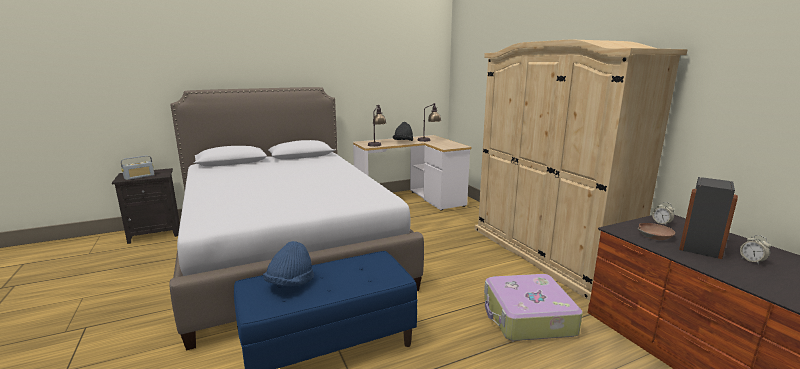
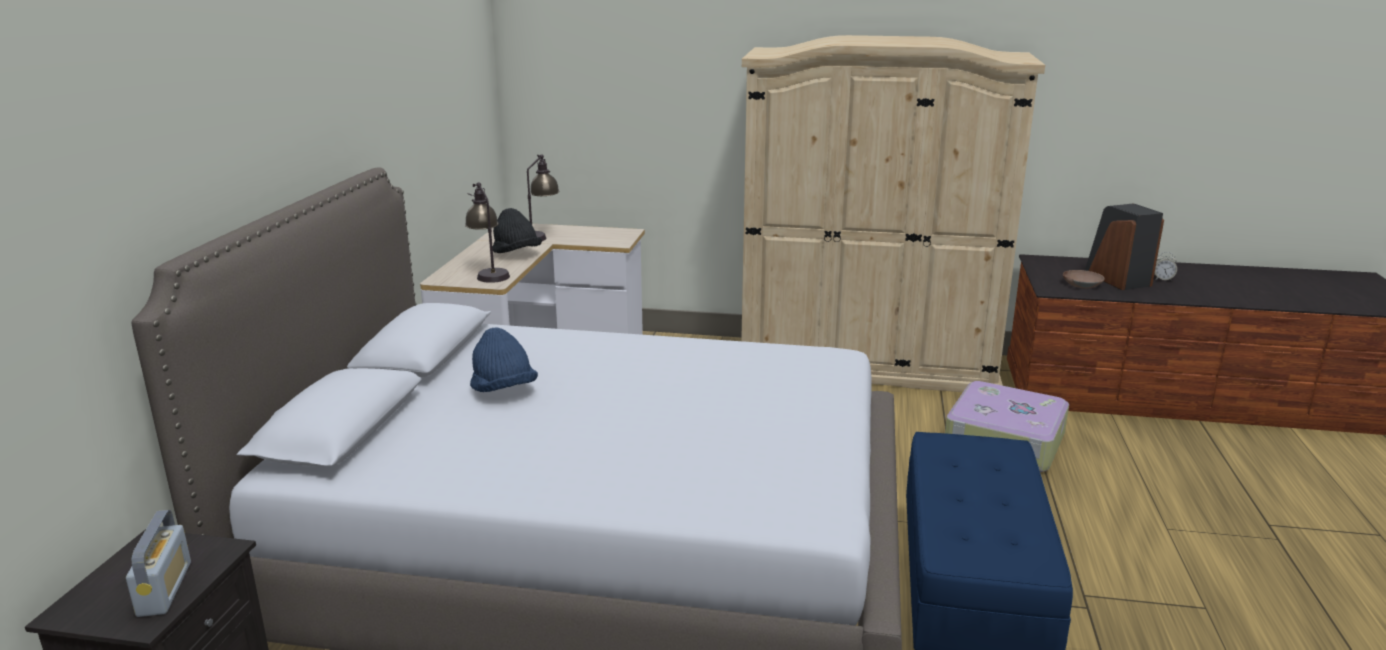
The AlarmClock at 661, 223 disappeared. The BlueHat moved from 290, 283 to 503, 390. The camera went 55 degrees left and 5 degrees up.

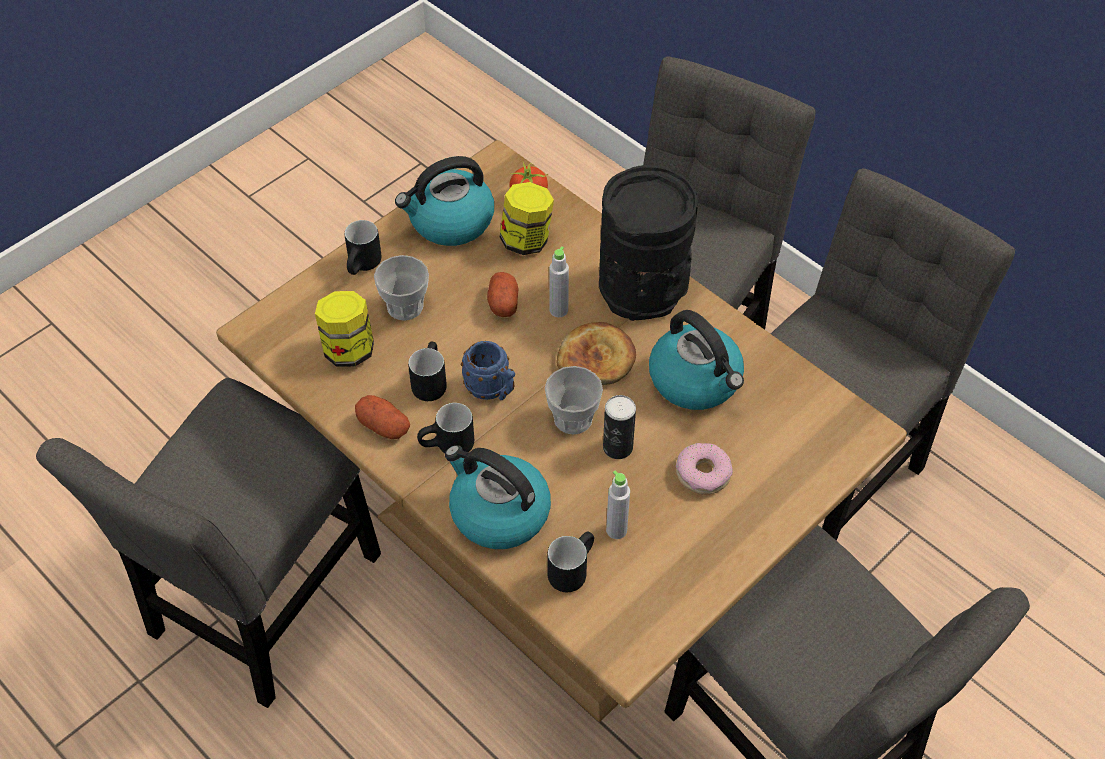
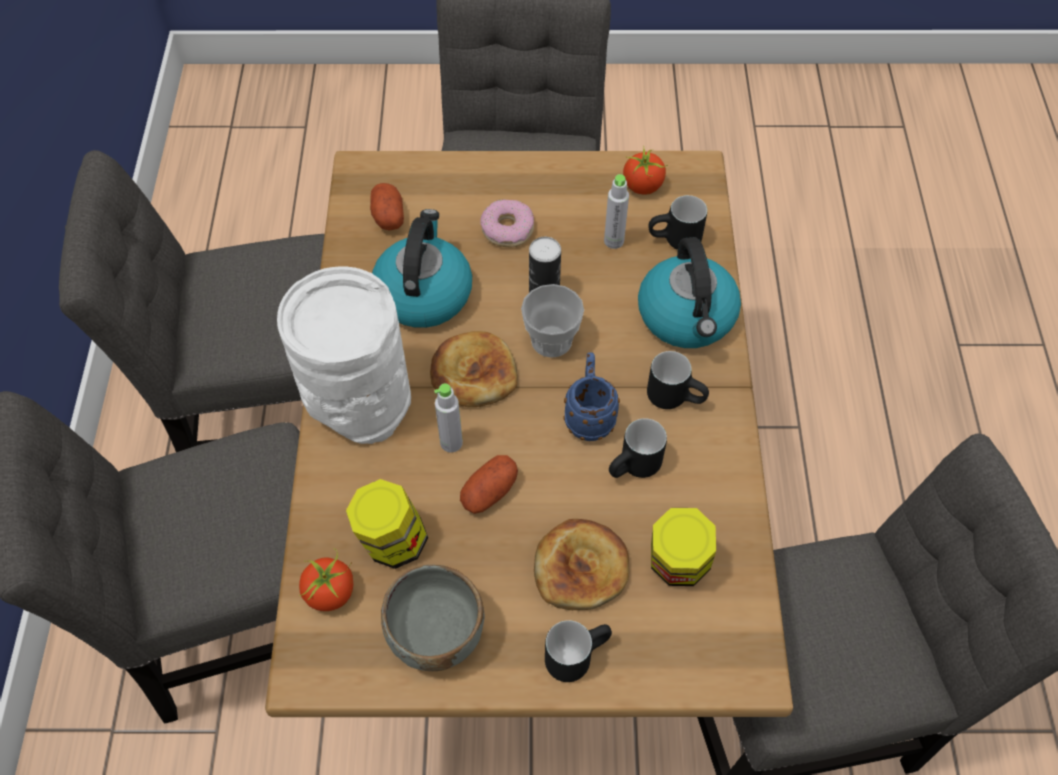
The TeaKettle at 450, 222 was replaced by the GreyishServingBowl at 436, 634. The BlackColouredDecorativeVase at 644, 288 became the WhiteColouredDecorativeVase at 357, 401. The SmallCup at 405, 306 was replaced by the BakeryBread at 581, 567. The WholePotato moved from 384, 426 to 388, 215. The Tomato at 643, 186 appeared. The camera went 135 degrees left and 5 degrees up.

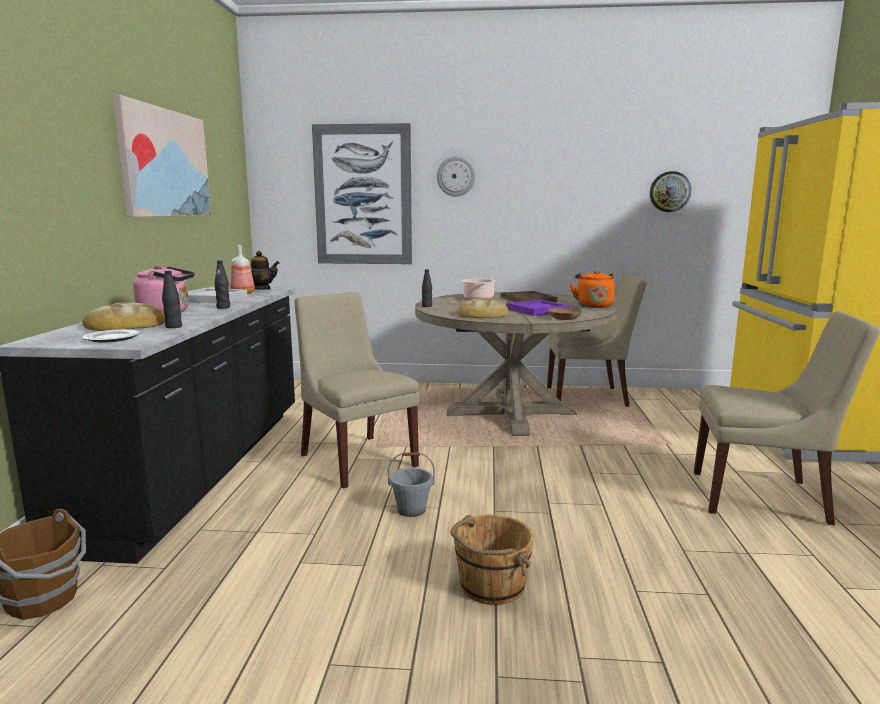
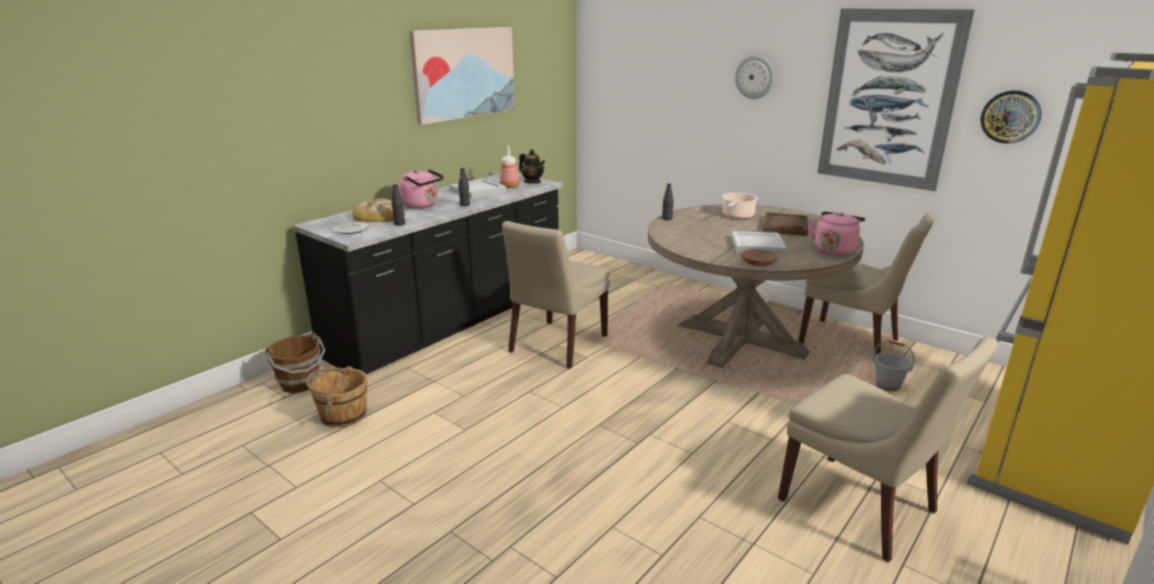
The WallArt moved from 363, 195 to 888, 99. The OrangeTeaKettle at 593, 305 became the PinkishTeaKettle at 834, 249. The BeigeChair at 356, 459 turned 150 degrees counterclockwise. The BakeryBread at 483, 314 disappeared. The PurpleColouredCarryingTray at 536, 310 became the WhiteColouredCarryingTray at 756, 245. The GreyishWaterBucket moved from 412, 509 to 888, 385. The BrownWaterBucket moved from 490, 585 to 342, 414. The camera went 35 degrees right and 10 degrees up.

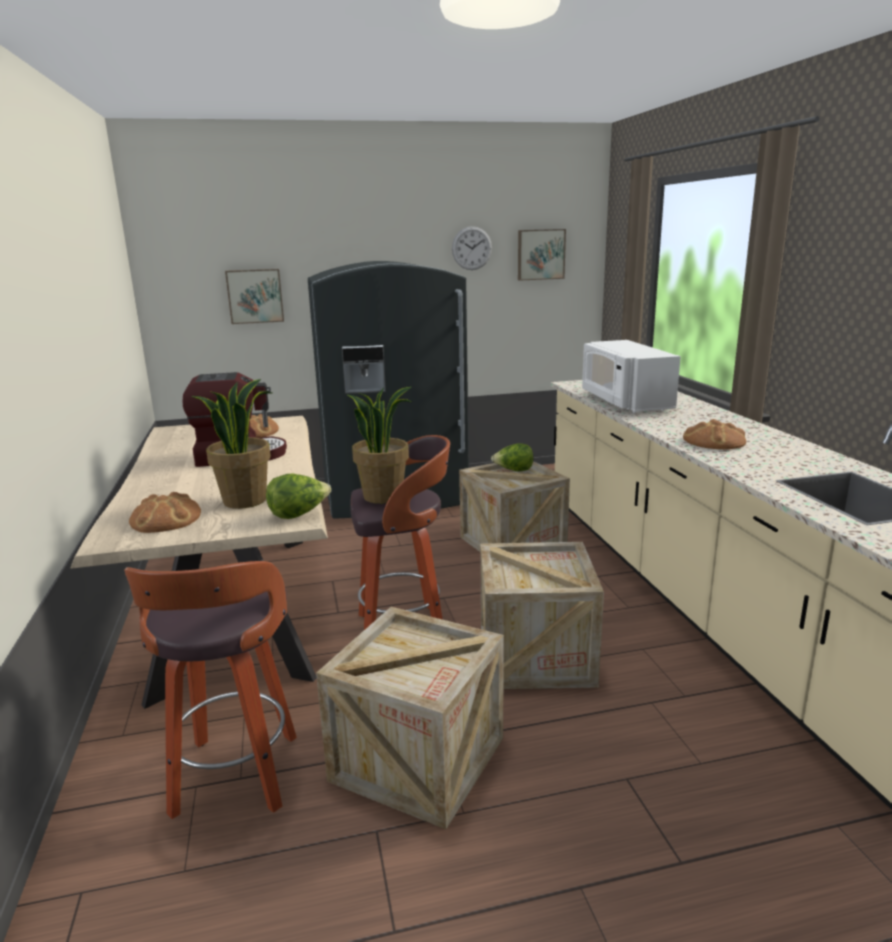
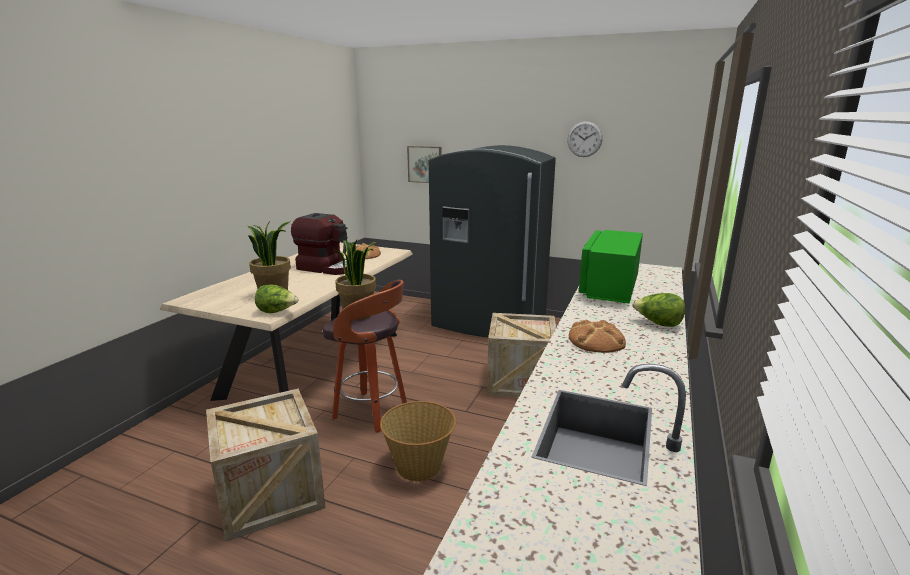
The WallArt at 540, 254 disappeared. The WhiteColouredMicrowave at 625, 402 became the GreenColouredMicrowave at 609, 288. The LettuceHead moved from 513, 471 to 657, 324. The BakeryBread at 166, 519 disappeared. The Crate at 535, 655 was replaced by the Basket at 419, 466. The SittingStool at 235, 778 disappeared. The camera went 35 degrees right and 0 degrees up.

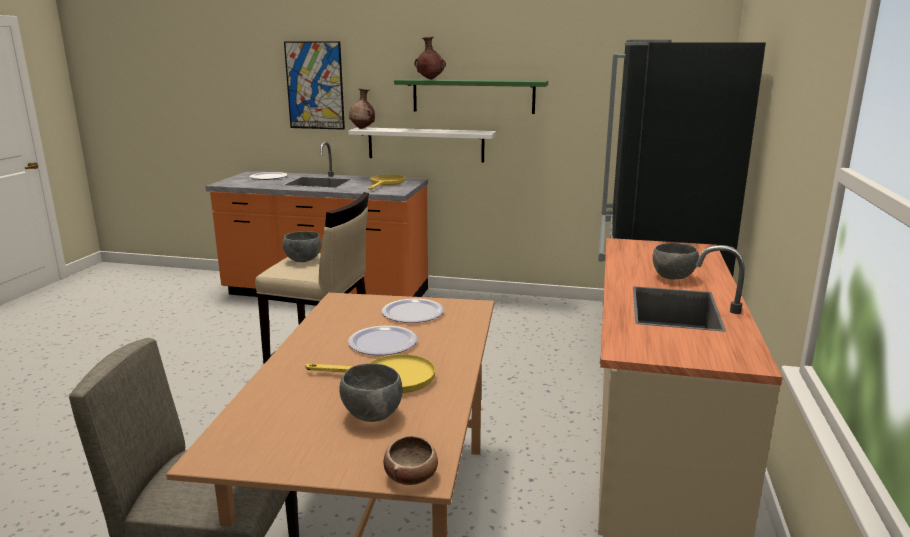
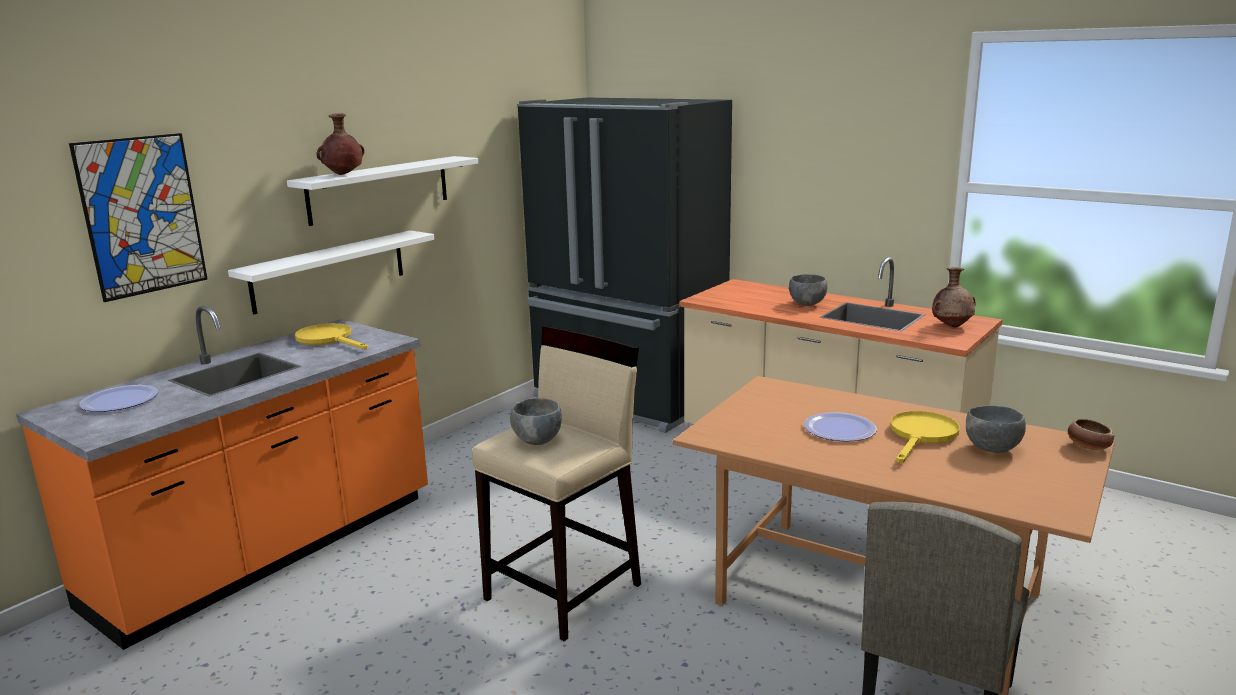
The GreenColouredBracketShelf at 473, 96 became the WhiteColouredBracketShelf at 379, 189. The BrownDecorativeVase moved from 363, 128 to 952, 326. The DinnerPlate at 413, 312 disappeared. The camera went 65 degrees left and 0 degrees up.

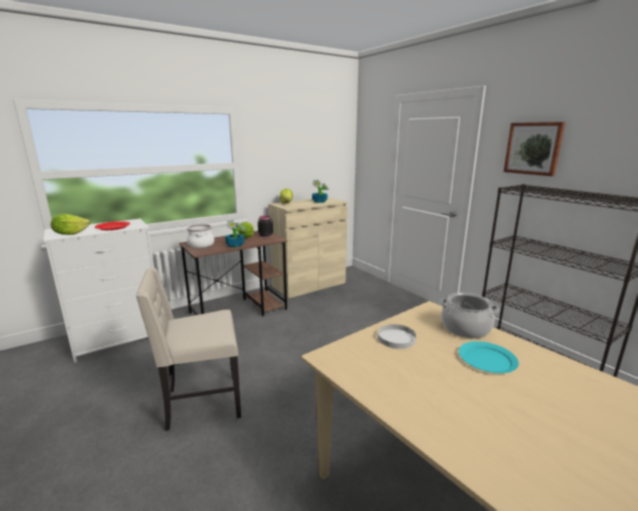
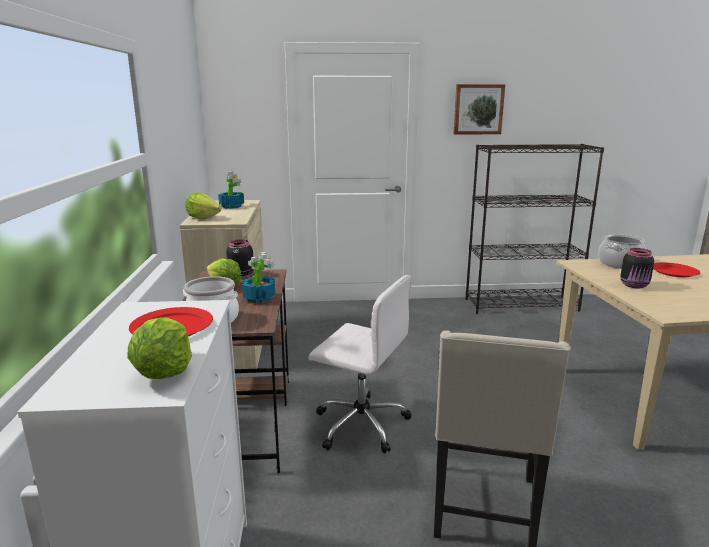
The WhiteColouredDinnerPlate at 396, 338 was replaced by the BlackColouredPreserveJar at 634, 285. The TurquoiseColouredDinnerPlate at 486, 359 became the ReddishDinnerPlate at 673, 272. The WhiteColouredOfficeChair at 360, 424 appeared. The camera went 60 degrees left and 0 degrees up.

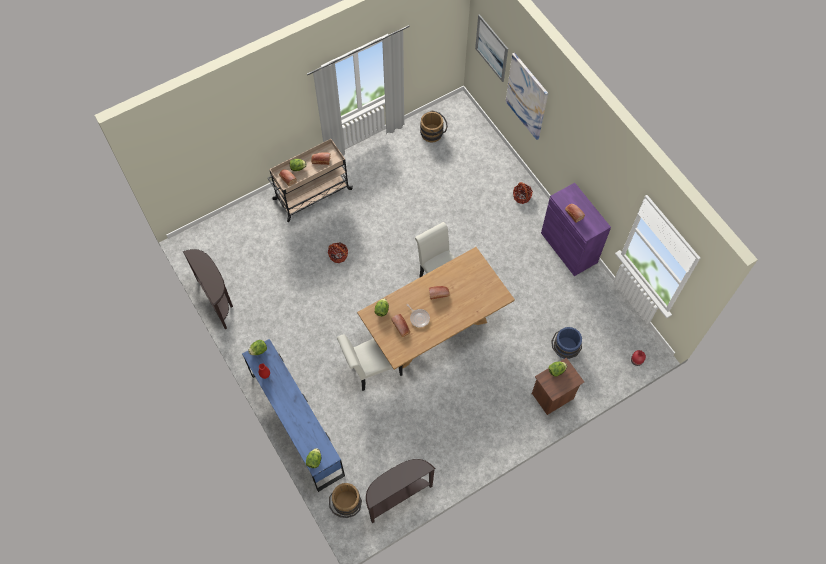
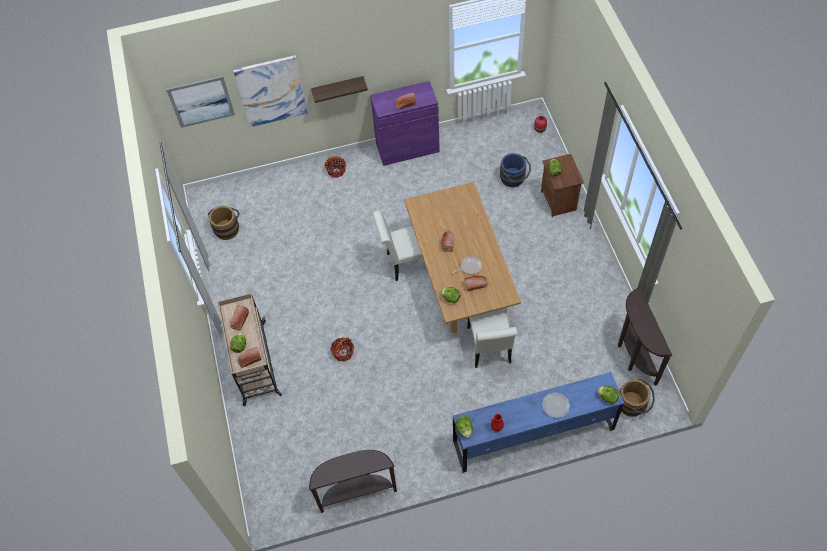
The BracketShelf at 338, 88 appeared. The DinnerPlate at 555, 405 appeared. The camera went 70 degrees left and 5 degrees down.

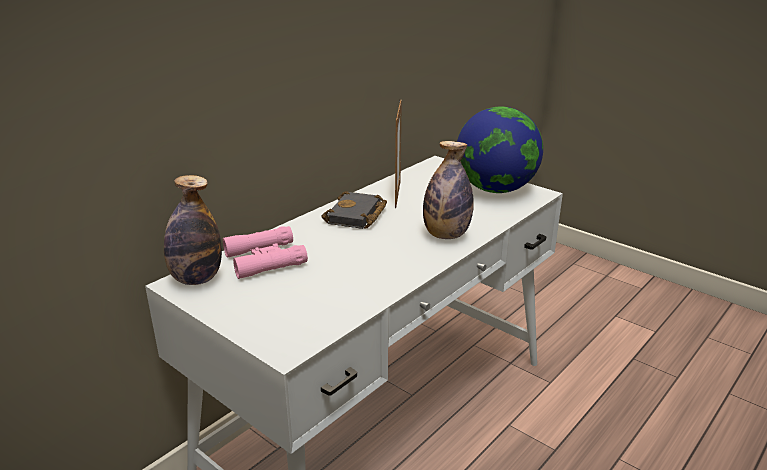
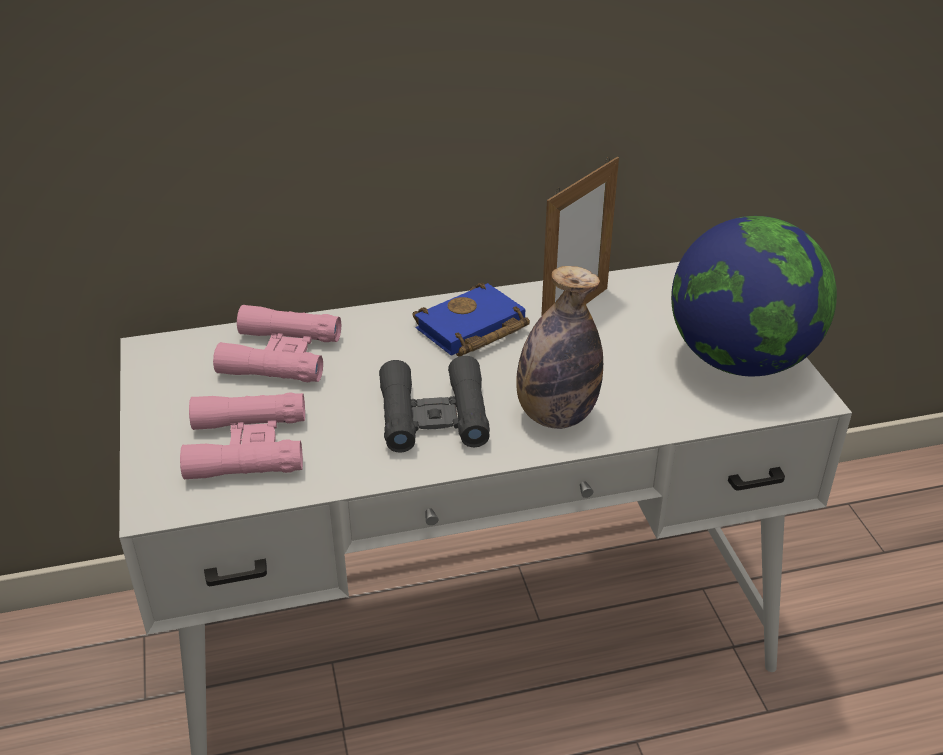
The BeverageBottle at 196, 279 disappeared. The BlackColouredBook at 357, 216 became the BlueBook at 471, 330. The BlackColouredBinoculars at 434, 416 appeared. The PinkishBinoculars at 247, 446 appeared. The camera went 35 degrees right and 10 degrees up.

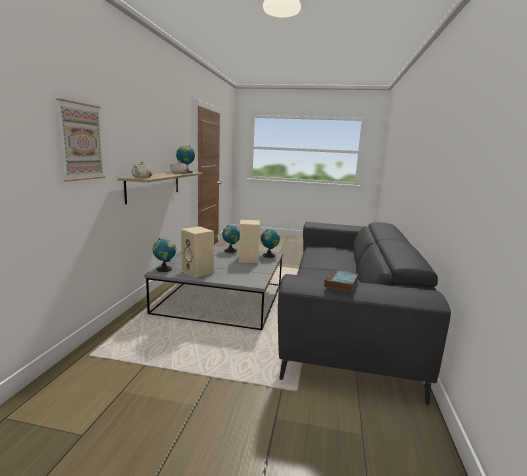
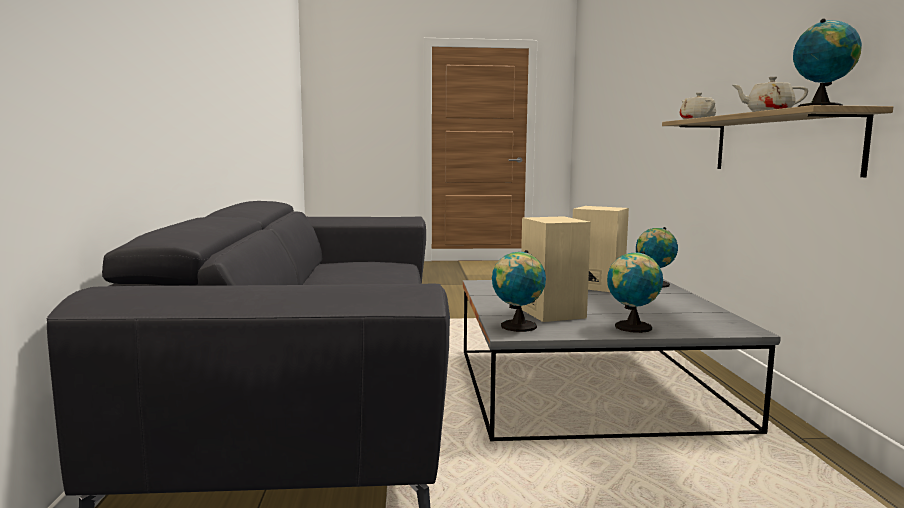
The WallArt at 81, 142 disappeared. The Book at 341, 284 disappeared. The camera went 165 degrees right and 5 degrees down.

